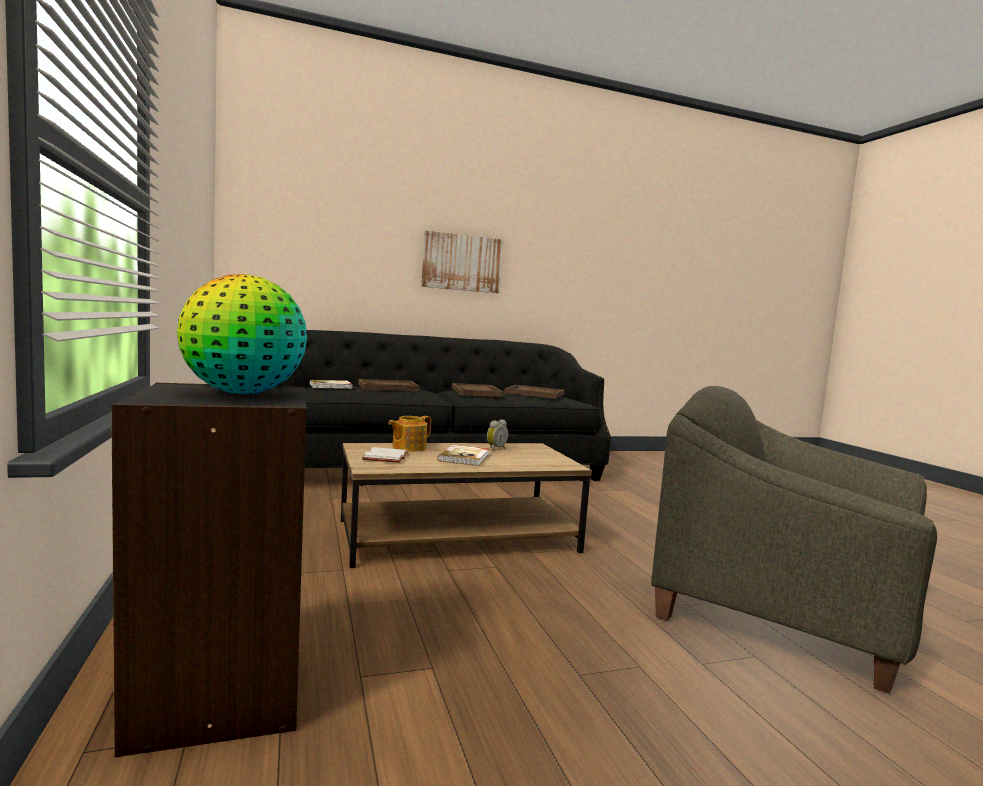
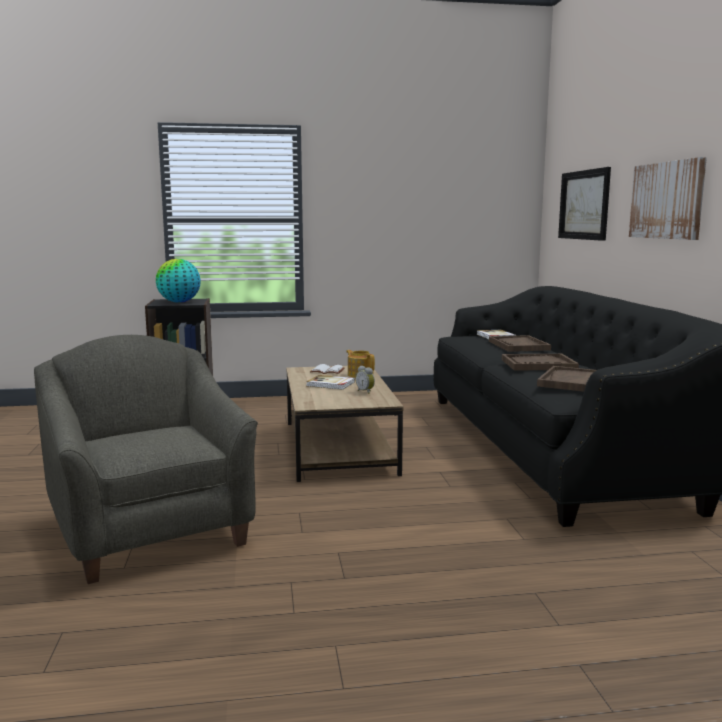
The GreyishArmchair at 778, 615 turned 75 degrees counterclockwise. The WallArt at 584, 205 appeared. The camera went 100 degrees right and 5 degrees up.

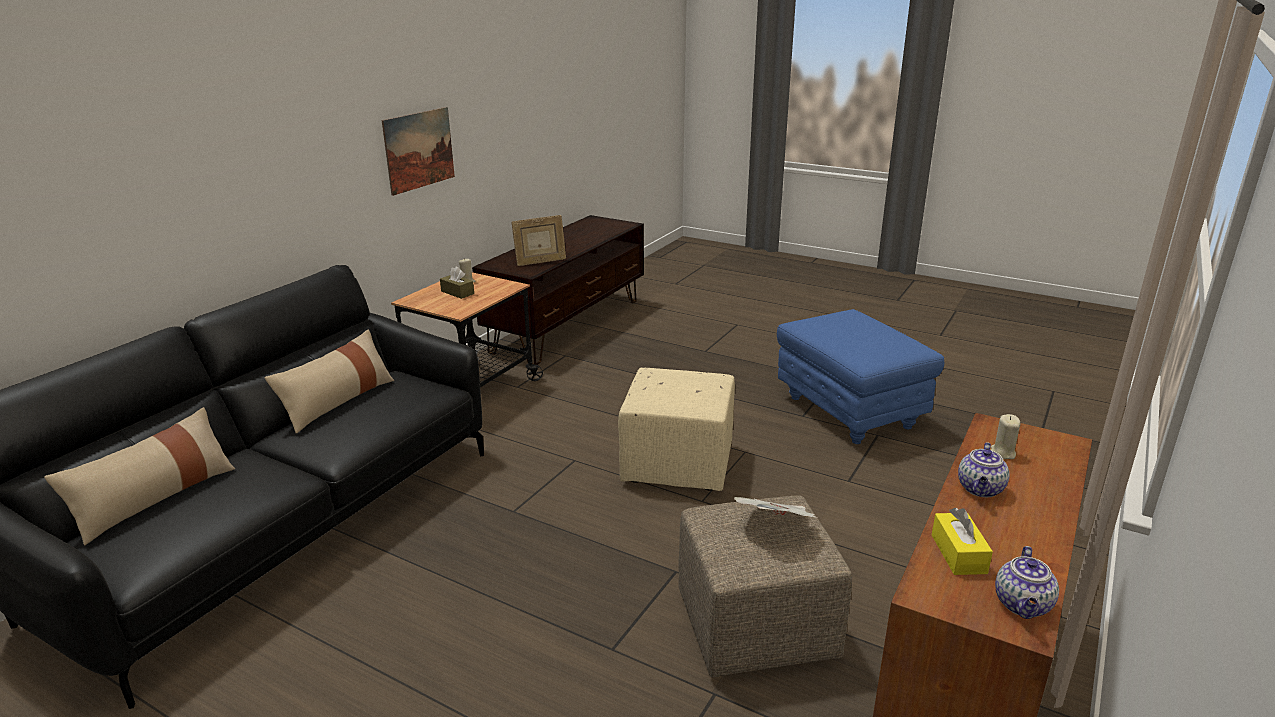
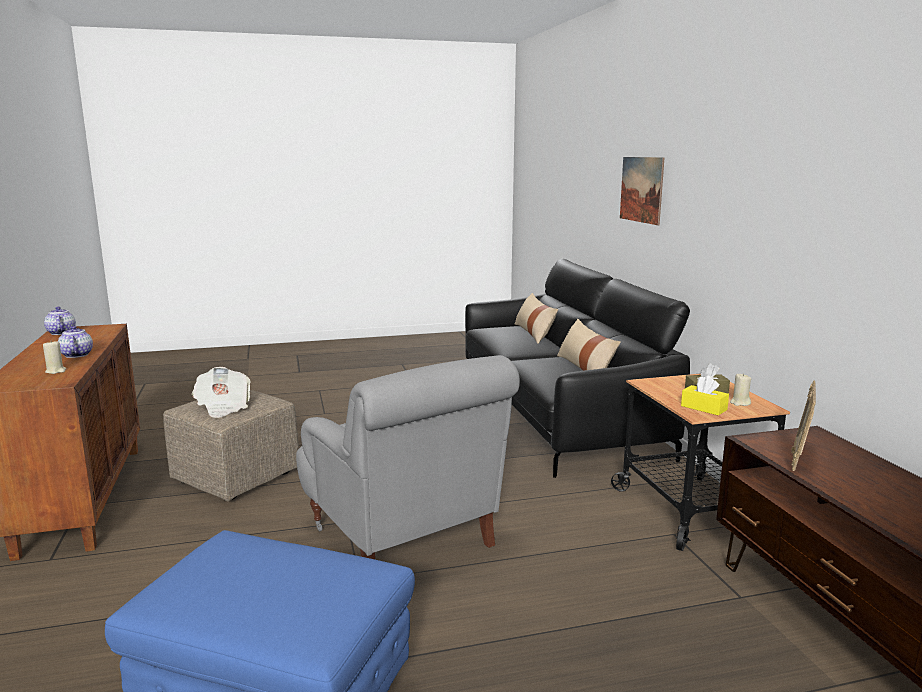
The WallArt moved from 419, 150 to 641, 189. The BeigePouffe at 679, 464 was replaced by the GreyishArmchair at 404, 539. The YellowColouredTissueHolder moved from 958, 554 to 703, 408. The camera went 135 degrees right and 10 degrees down.

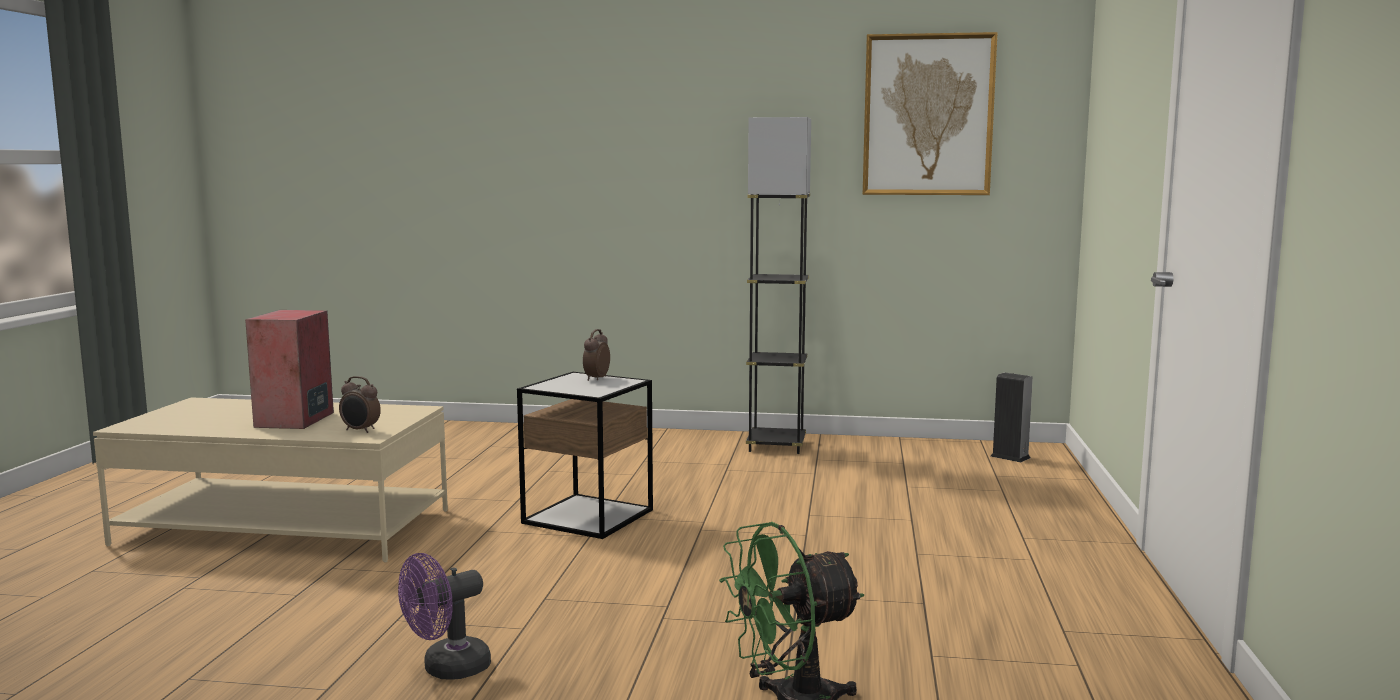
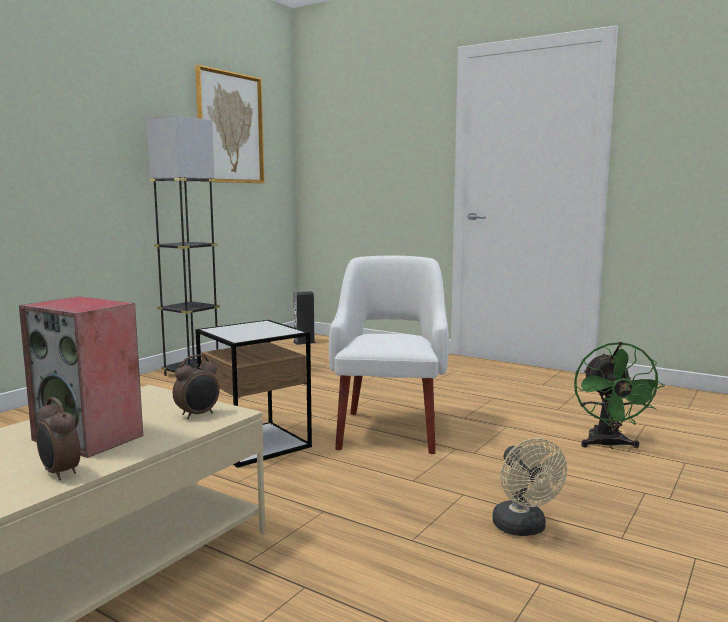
The AlarmClock moved from 596, 379 to 59, 473. The PurpleColouredElectricFan at 447, 669 became the BeigeElectricFan at 523, 529. The WhiteColouredArmchair at 389, 430 appeared. The camera went 65 degrees left and 0 degrees up.

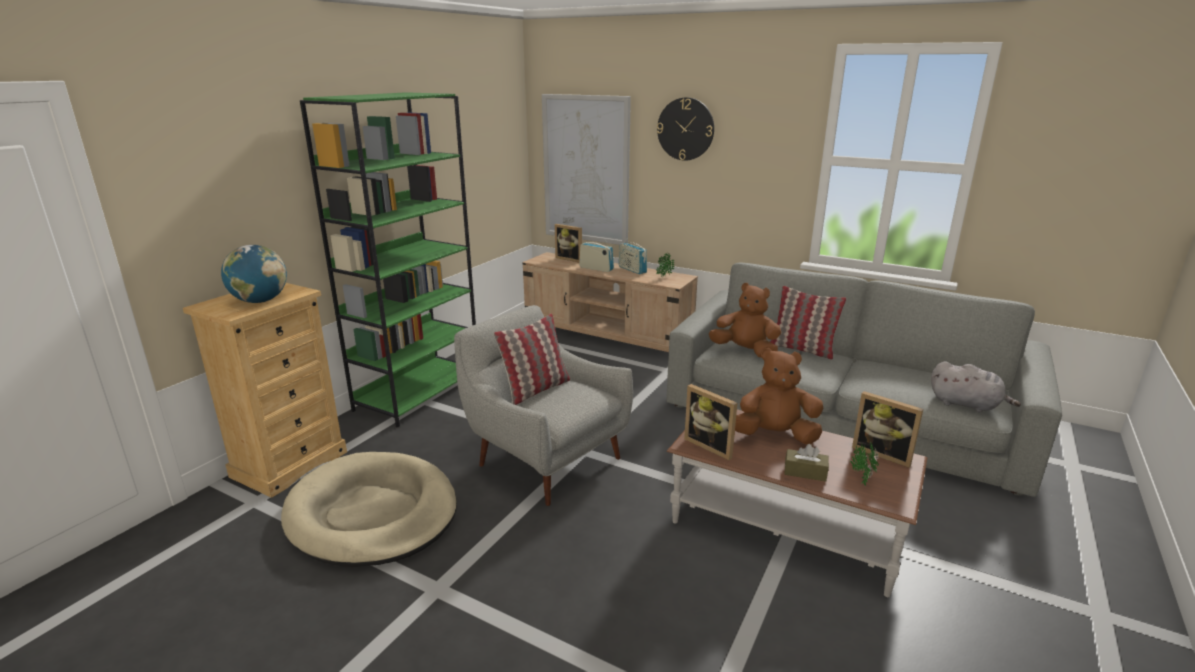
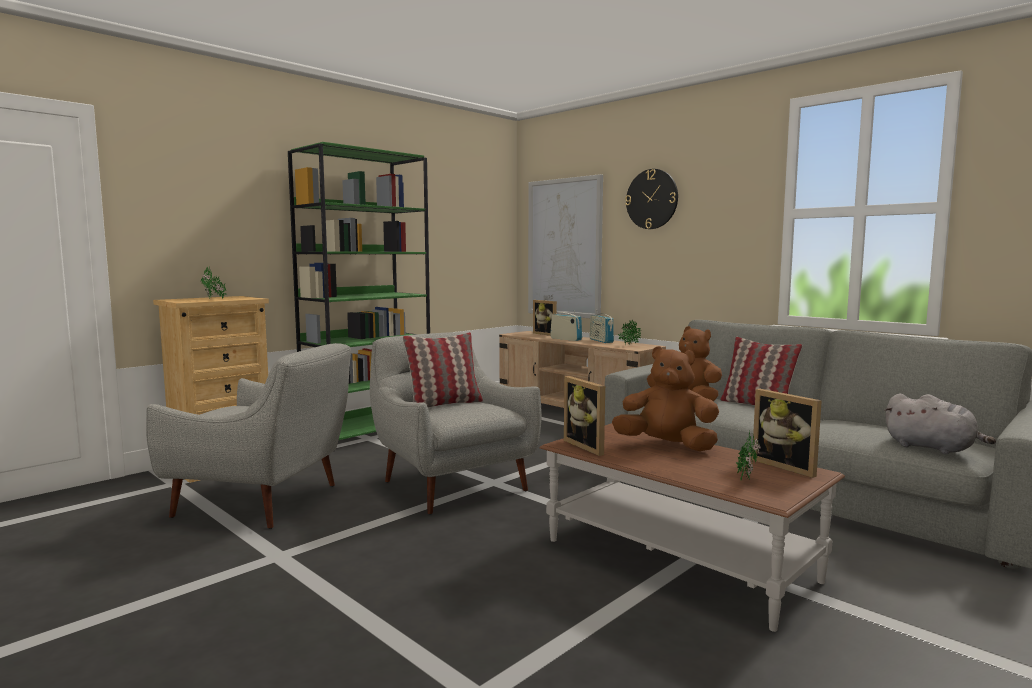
The WorldGlobe at 260, 301 was replaced by the PottedPlant at 214, 299. The BrownTissueHolder at 805, 472 disappeared. The BeigeDogBed at 373, 513 was replaced by the GreyishArmchair at 264, 501. The camera went 15 degrees right and 15 degrees down.

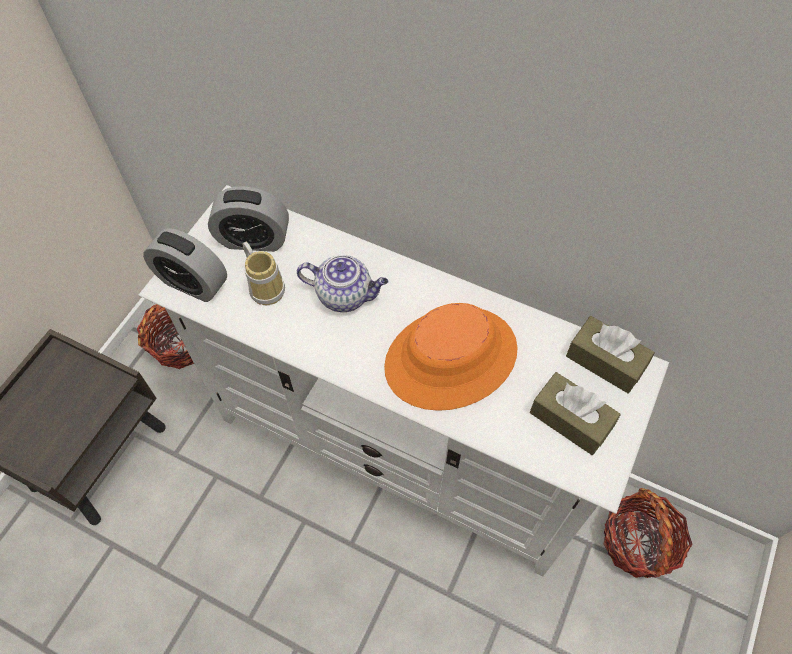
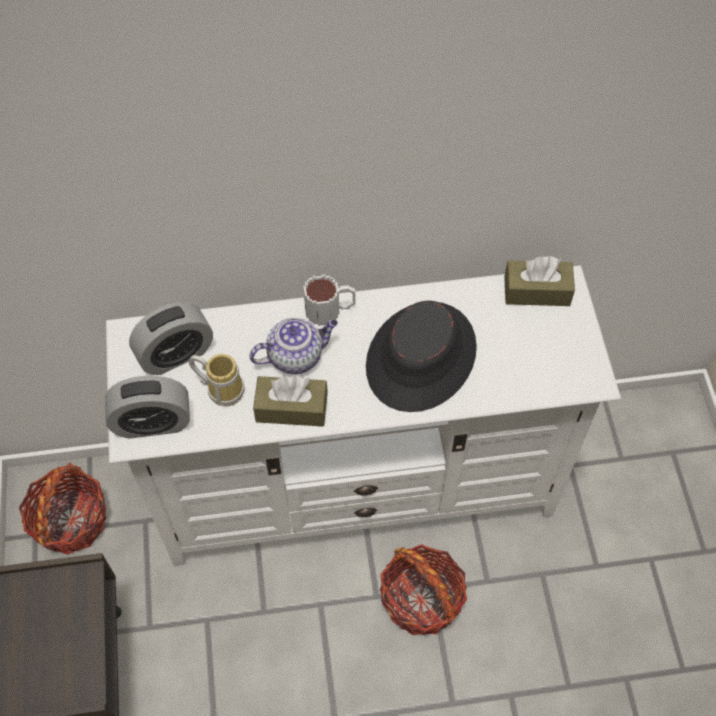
The OrangeHat at 451, 359 became the BlackColouredHat at 421, 357. The BrownTissueHolder moved from 570, 419 to 291, 408. The Basket moved from 638, 542 to 421, 599. The TeaMug at 330, 310 appeared. The camera went 35 degrees left and 0 degrees up.

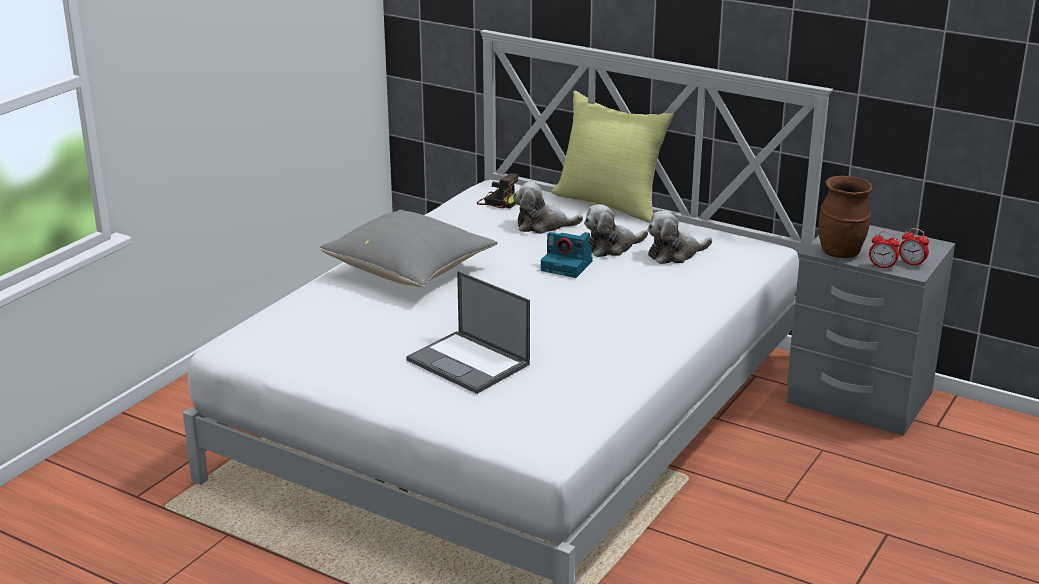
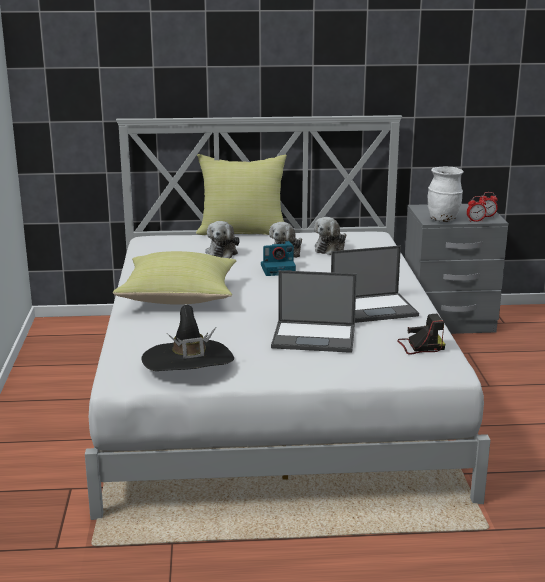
The StillCamera moved from 498, 201 to 420, 346. The BrownDecorativeVase at 841, 253 became the WhiteColouredDecorativeVase at 443, 219. The CuddlyToy at 543, 225 turned 45 degrees counterclockwise. The GreyishCushion at 411, 272 became the YellowColouredCushion at 180, 298. The NotebookComputer at 374, 308 appeared. The BlackColouredHat at 188, 361 appeared. The camera went 35 degrees left and 5 degrees down.

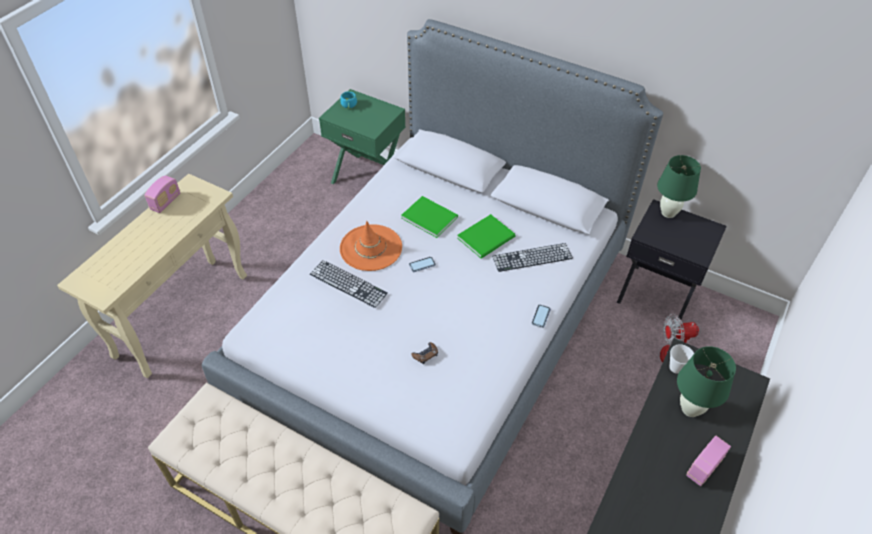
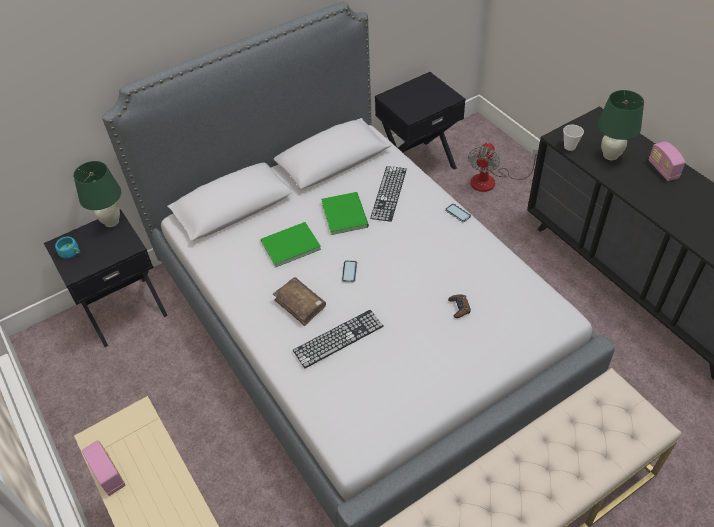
The GreenColouredNightstand at 368, 177 became the BlackColouredNightstand at 124, 309. The GreenColouredLampForATable moved from 668, 213 to 111, 222. The OrangeHat at 371, 248 was replaced by the BrownBook at 300, 304. The camera went 60 degrees left and 0 degrees up.

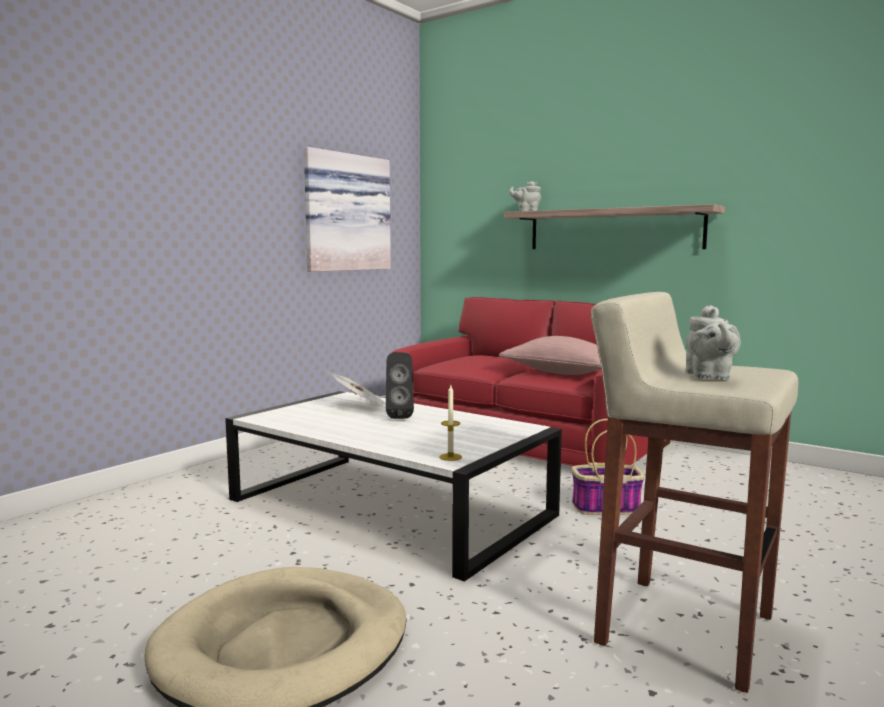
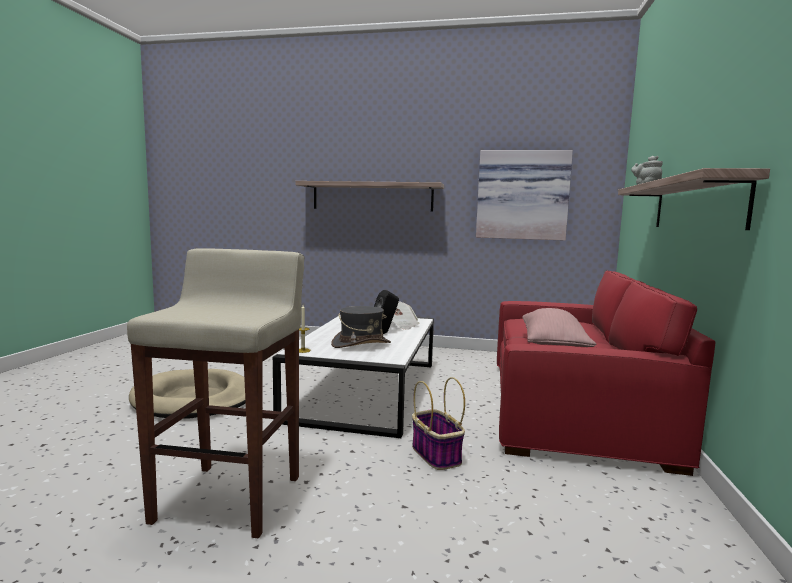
The GreyishTeapot at 709, 377 disappeared. The BracketShelf at 372, 196 appeared. The GreyishHat at 361, 344 appeared. The camera went 65 degrees right and 0 degrees up.

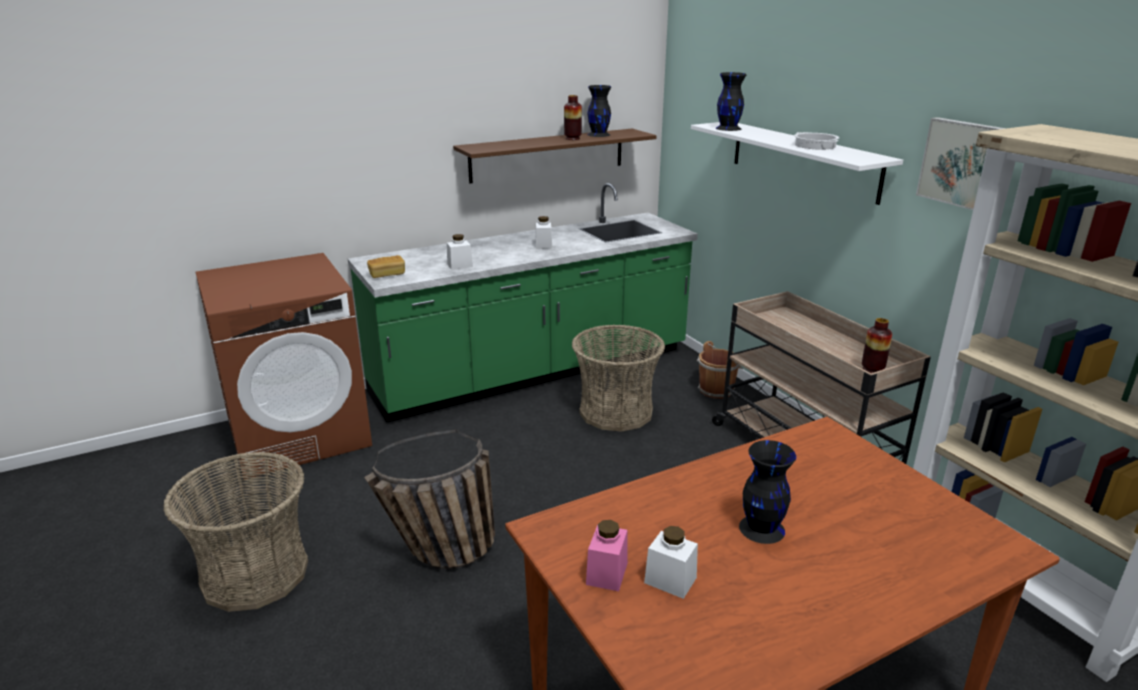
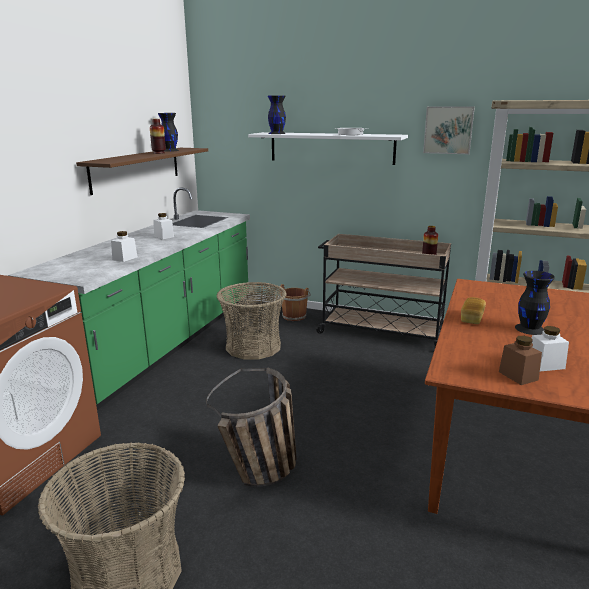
The BakeryBread moved from 387, 275 to 472, 318. The PinkishPreserveJar at 607, 573 became the BrownPreserveJar at 518, 376. The camera went 40 degrees left and 5 degrees down.

